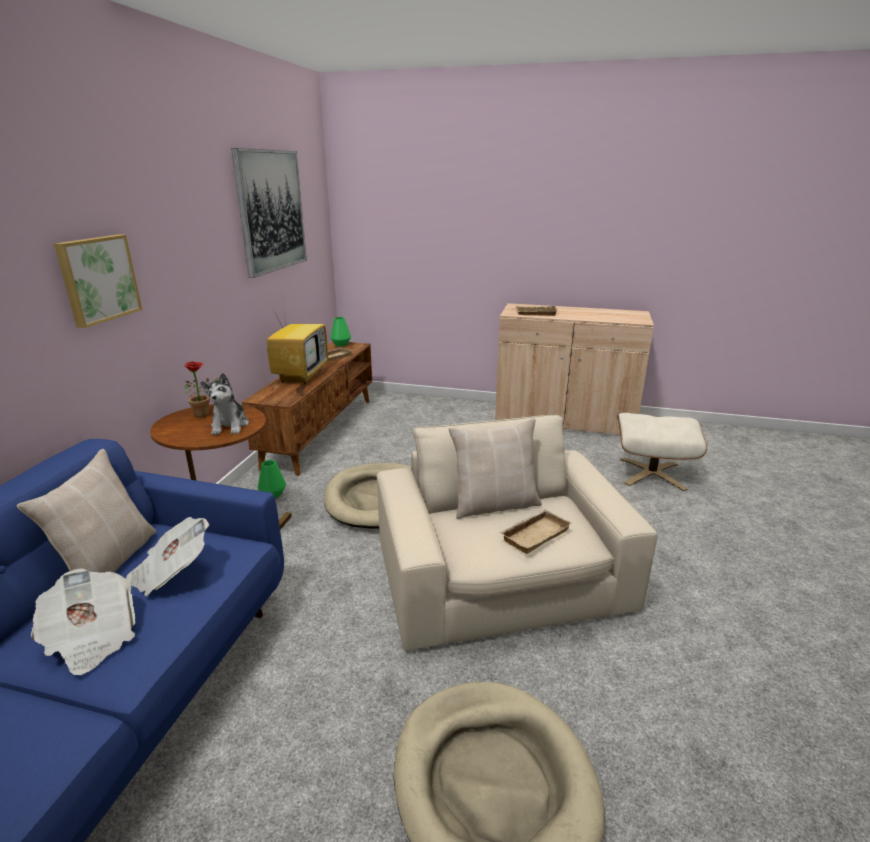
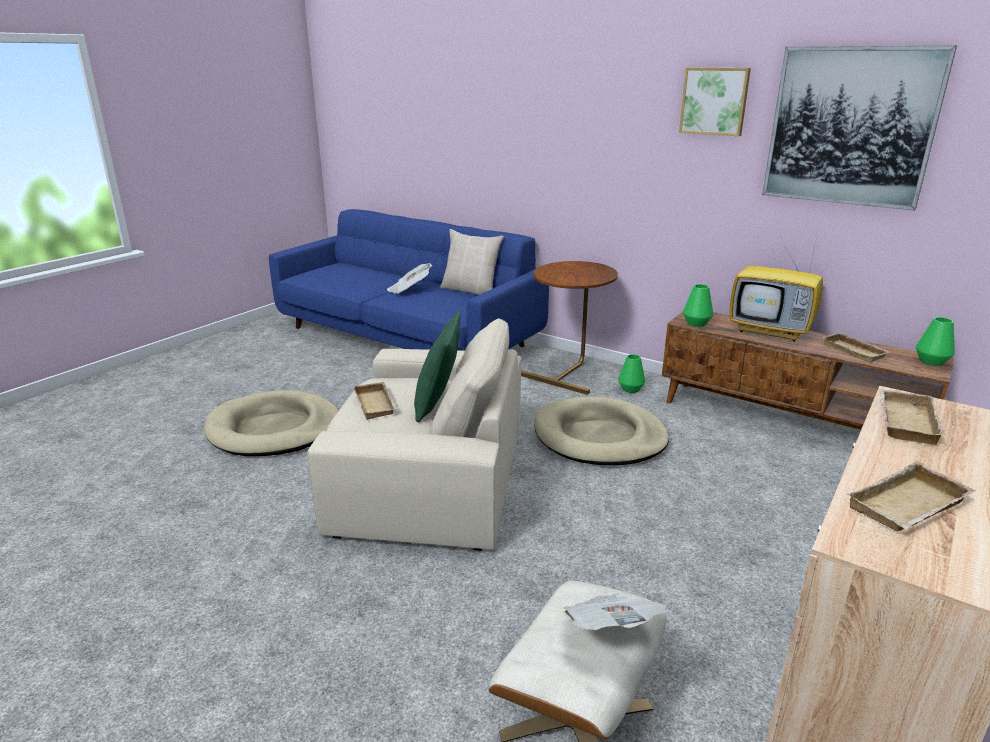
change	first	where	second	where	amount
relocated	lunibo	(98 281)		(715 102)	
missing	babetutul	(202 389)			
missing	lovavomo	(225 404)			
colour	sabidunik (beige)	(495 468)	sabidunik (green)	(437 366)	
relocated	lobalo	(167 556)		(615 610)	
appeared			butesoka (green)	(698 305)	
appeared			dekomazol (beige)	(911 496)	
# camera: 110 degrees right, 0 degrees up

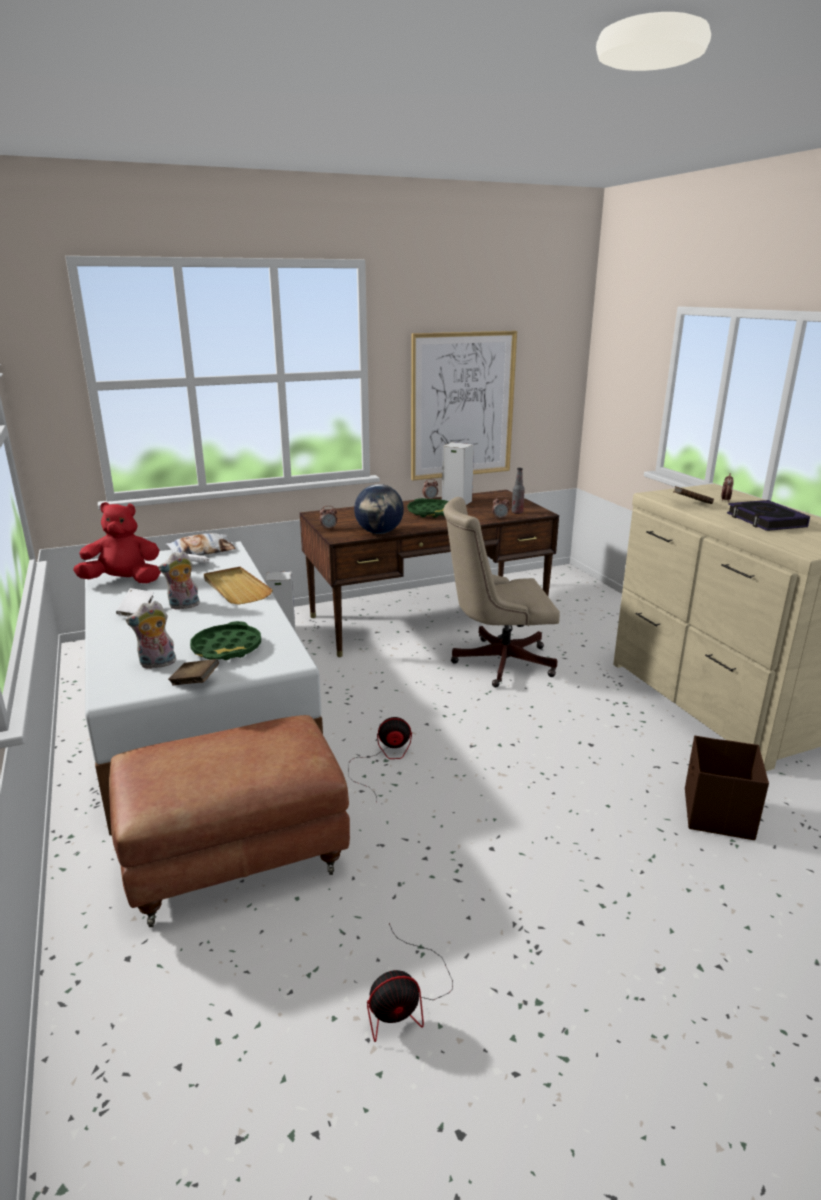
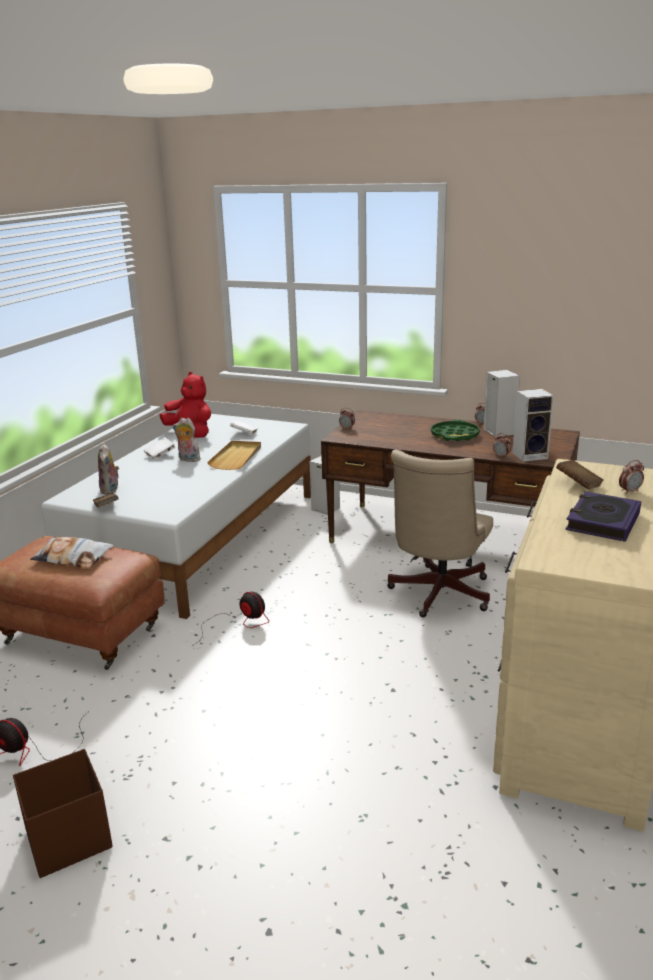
change	first	where	second	where	amount
missing	lunibo	(464 405)			
exchanged	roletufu	(518 491)	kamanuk	(533 425)	
missing	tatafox	(379 509)			
spun	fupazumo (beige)	(501 592)		(440 533)	105 degrees counterclockwise
relocated	sabidunik	(200 544)		(72 552)	
spun	lovavomo	(151 635)		(108 469)	120 degrees counterclockwise
missing	dekomazol (green)	(225 640)			
relocated	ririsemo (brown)	(727 788)		(63 813)	
# camera: 45 degrees right, 0 degrees up

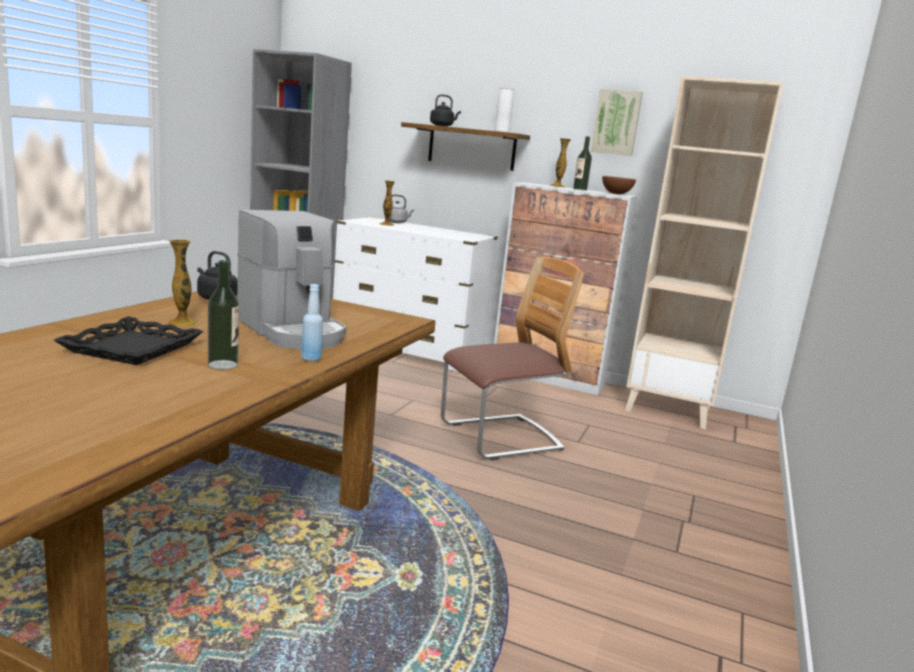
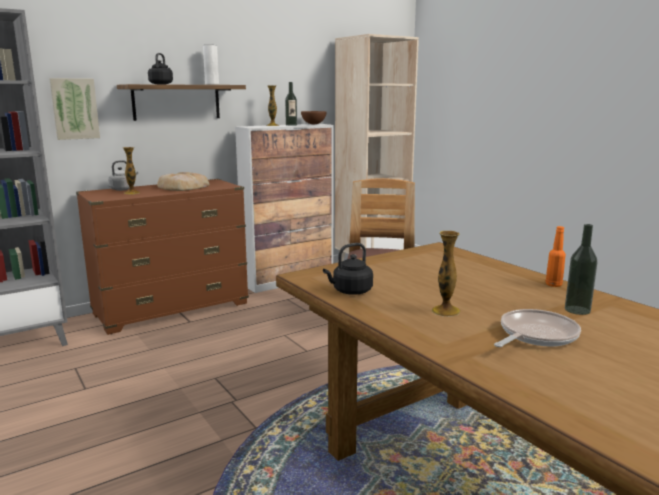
change	first	where	second	where	amount
relocated	lunibo	(617 122)		(74 109)	
missing	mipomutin	(292 280)			
colour	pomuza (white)	(415 294)	pomuza (brown)	(162 257)	
colour	roletufu (blue)	(312 322)	roletufu (orange)	(556 256)	
exchanged	dekomazol (black)	(129 340)	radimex	(537 328)	
appeared			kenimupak	(183 181)	
# camera: 55 degrees left, 0 degrees up

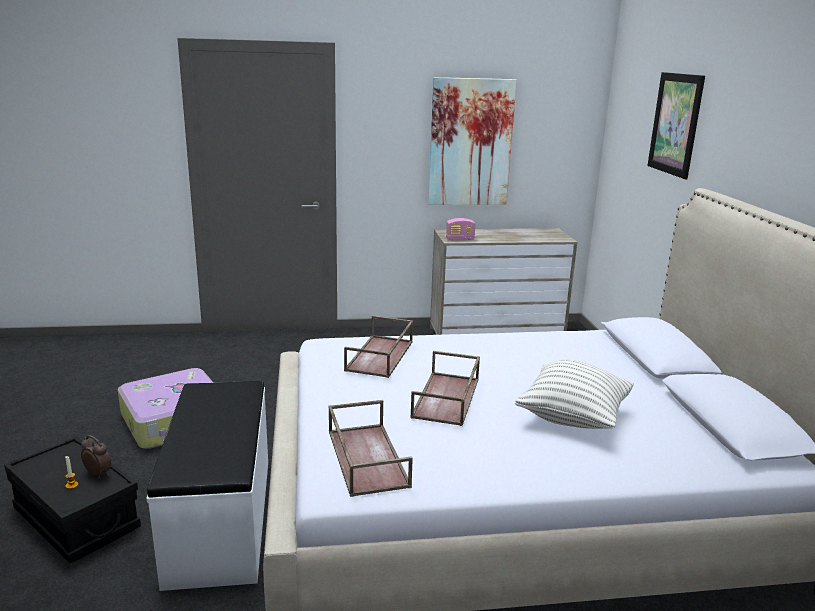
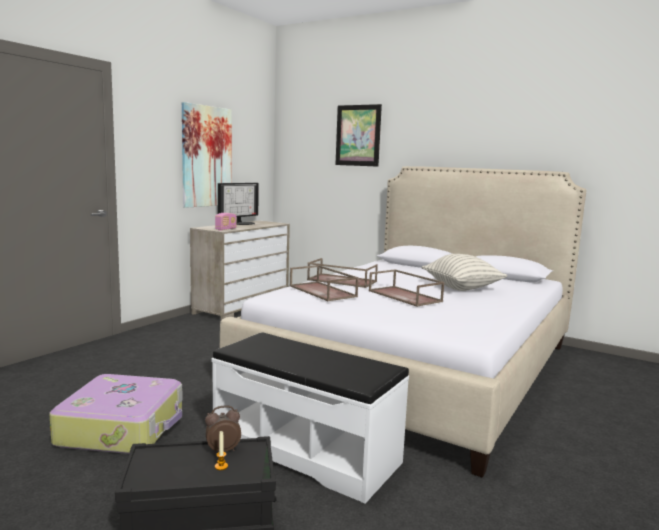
change	first	where	second	where	amount
relocated	dekomazol (brown)	(371 448)		(342 273)	
appeared			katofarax	(238 204)	
# camera: 50 degrees left, 10 degrees down

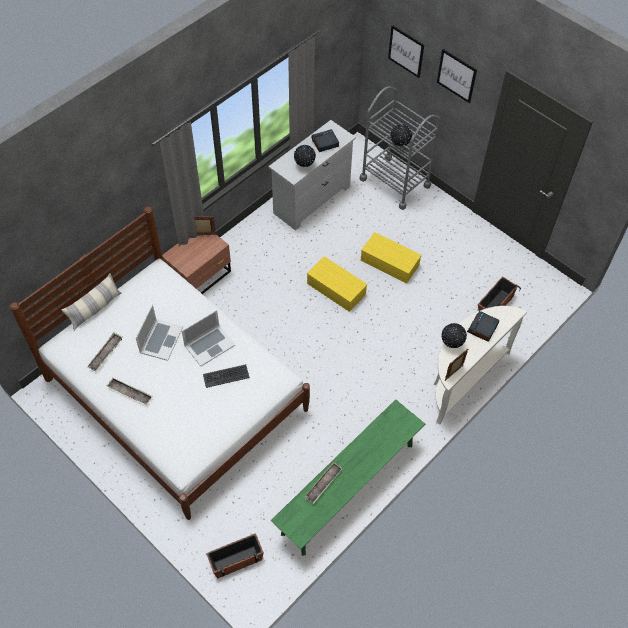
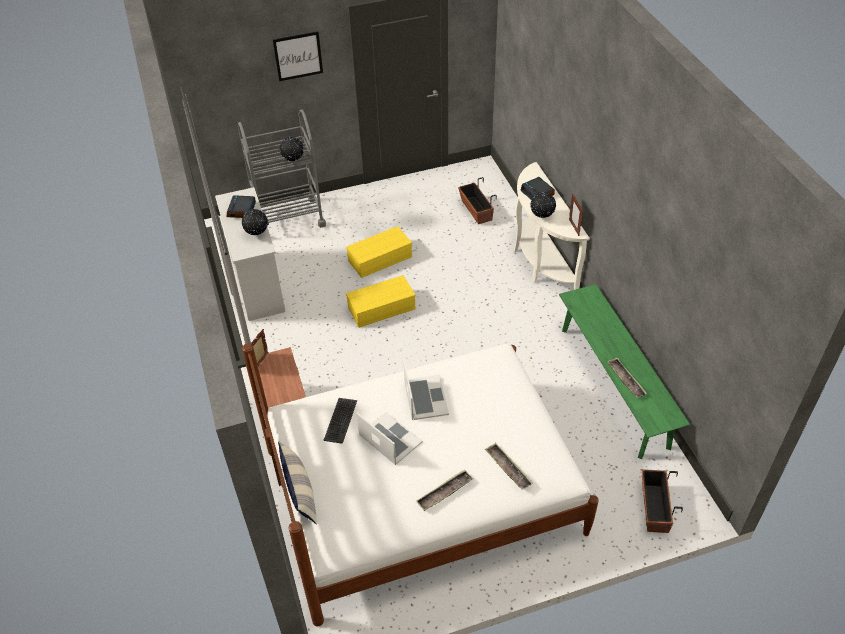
change	first	where	second	where	amount
missing	lunibo	(406 51)			
relocated	dekomazol	(104 352)		(509 466)	
relocated	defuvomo	(226 376)		(340 421)	
# camera: 60 degrees left, 10 degrees down

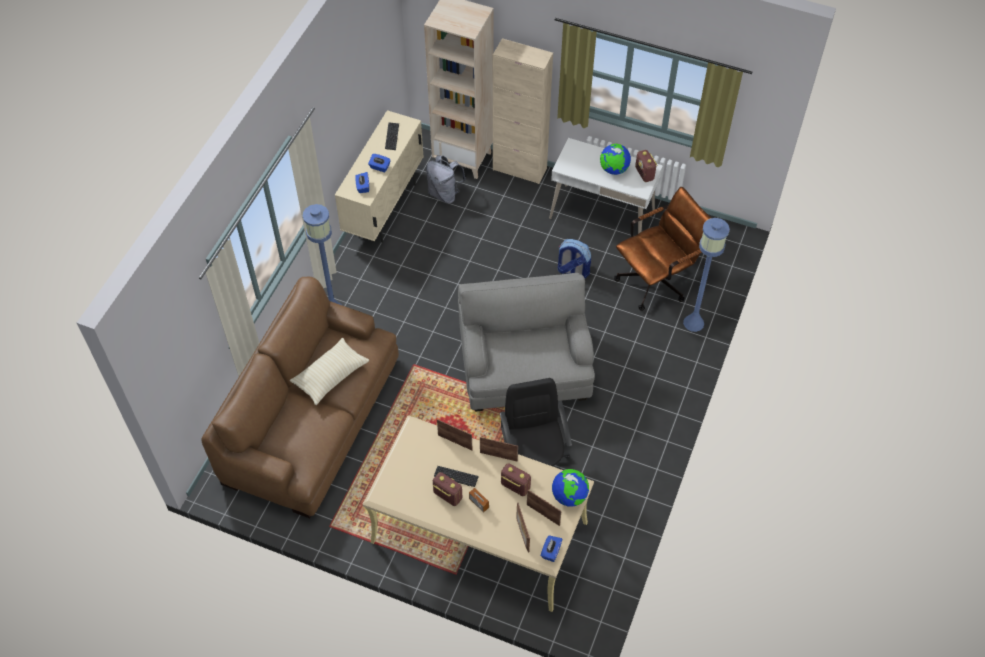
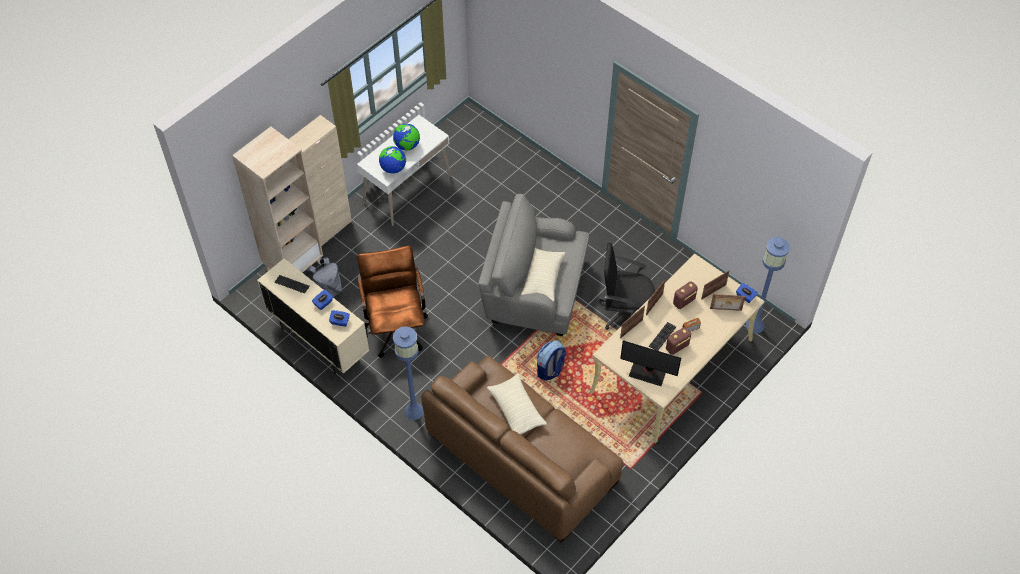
change	first	where	second	where	amount
missing	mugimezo	(646 166)			
relocated	fupazumo (brown)	(662 249)		(392 301)	
relocated	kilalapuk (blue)	(706 275)		(768 285)	
relocated	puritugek	(574 258)		(551 360)	
relocated	tatafox	(570 488)		(392 160)	
appeared			sabidunik (beige)	(543 275)	
appeared			katofarax	(650 363)	
# camera: 70 degrees left, 0 degrees up

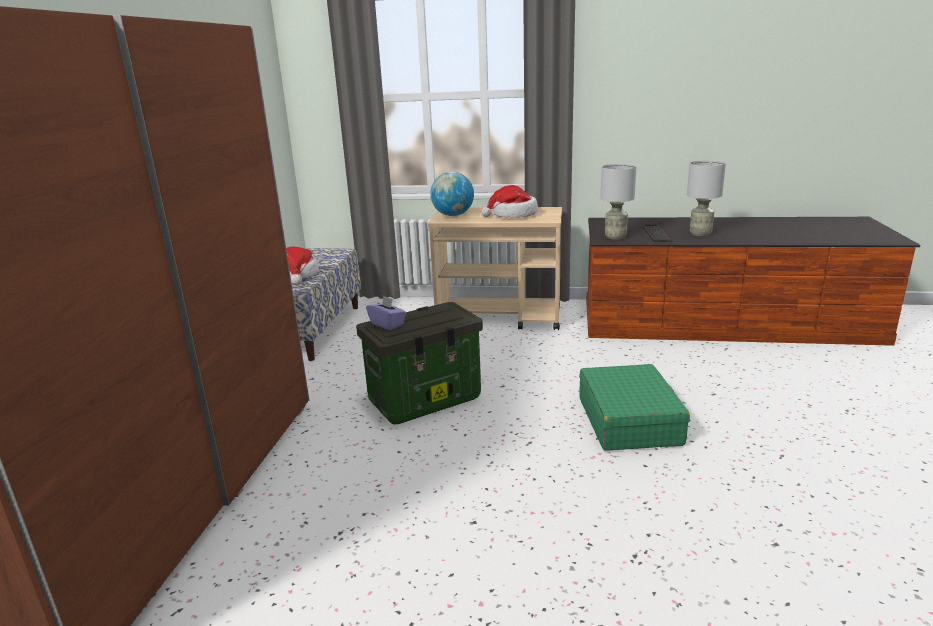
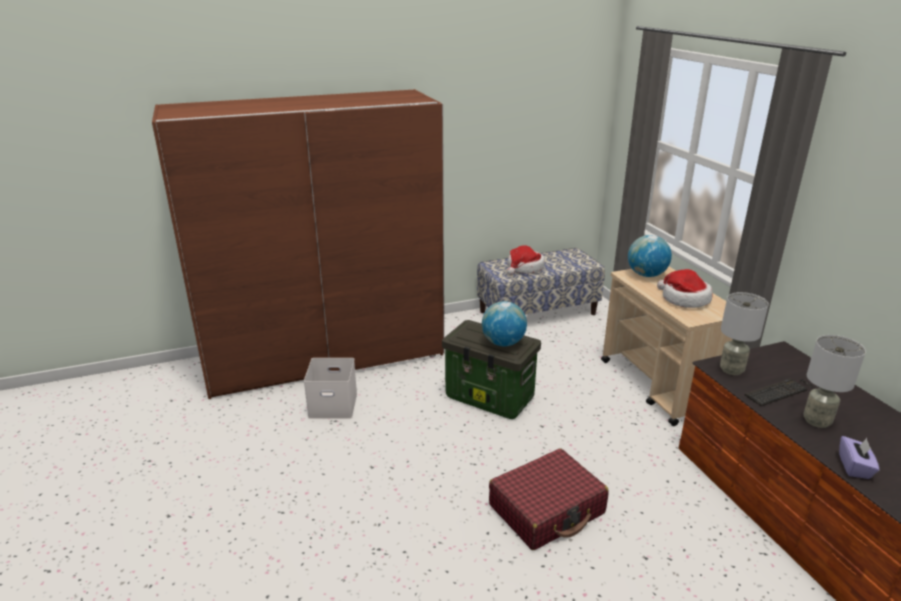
change	first	where	second	where	amount
relocated	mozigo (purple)	(386 313)		(859 457)	
colour	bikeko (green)	(634 407)	bikeko (red)	(548 499)	
appeared			tatafox	(504 323)	
appeared			ririsemo (white)	(330 388)	
# camera: 60 degrees right, 5 degrees up

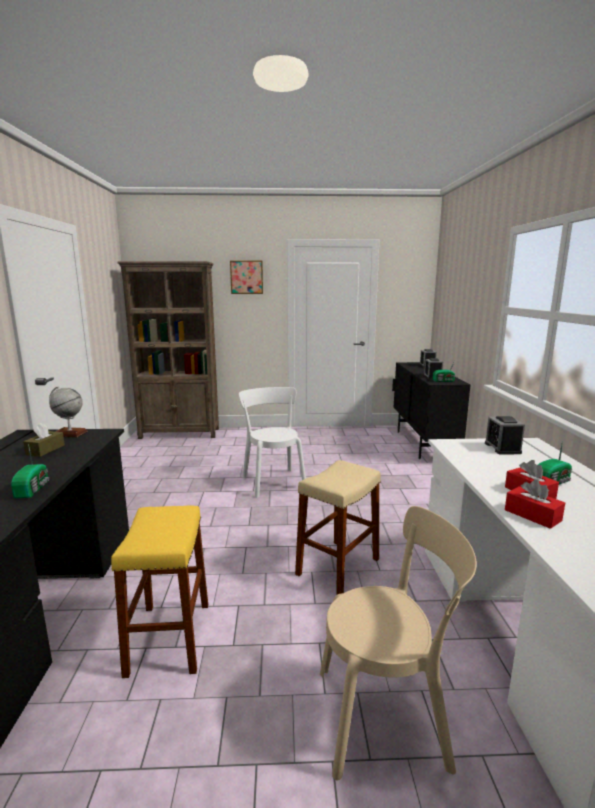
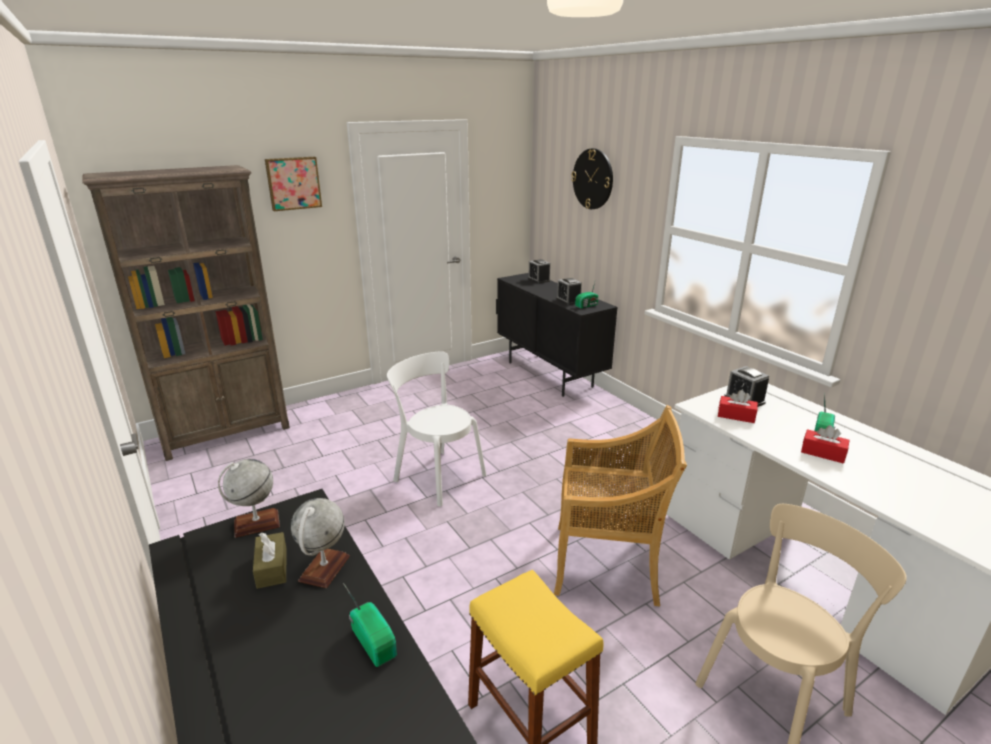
change	first	where	second	where	amount
exchanged	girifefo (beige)	(338 527)	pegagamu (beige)	(620 505)	
relocated	mozigo (red)	(535 504)		(738 406)	
appeared			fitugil	(592 178)	
appeared			tatafox	(320 543)	
# camera: 30 degrees left, 10 degrees up

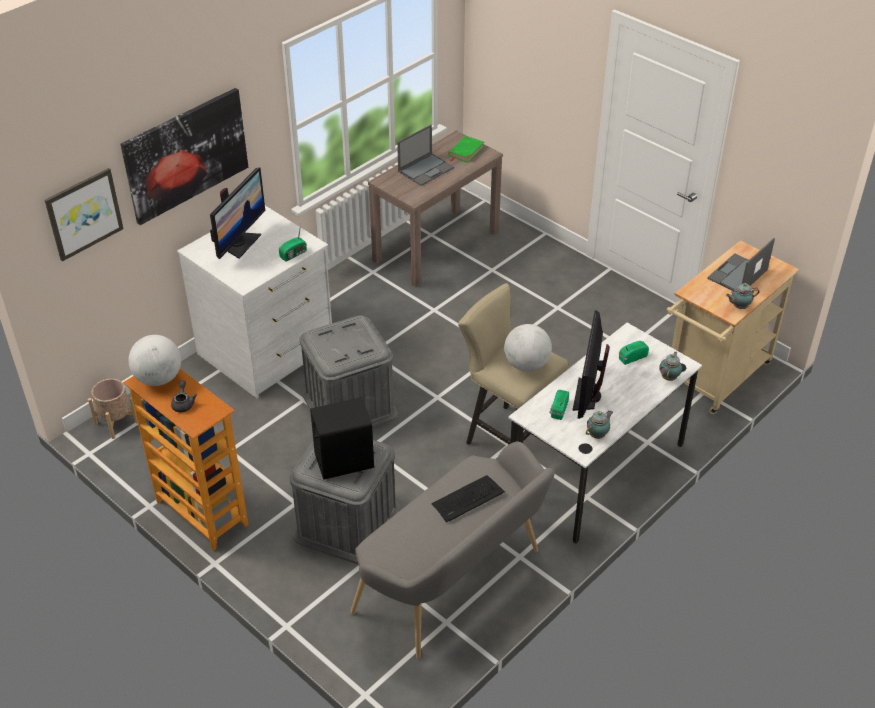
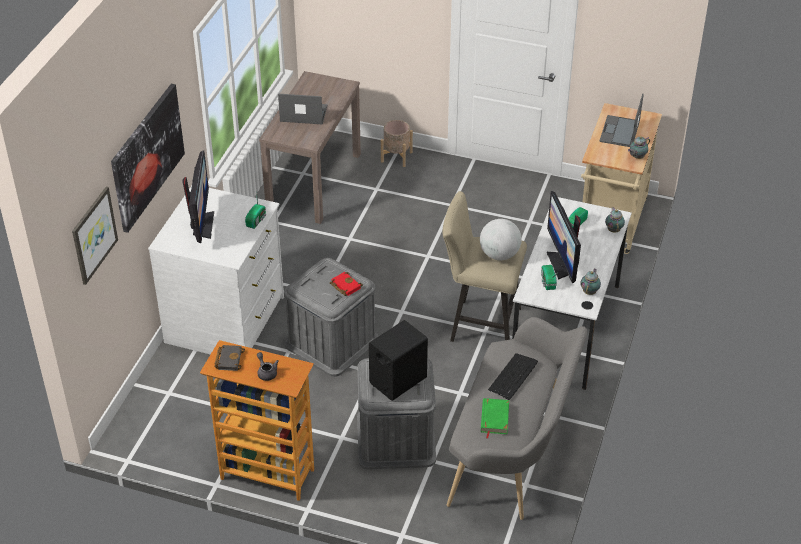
change	first	where	second	where	amount
spun	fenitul	(425 155)		(302 109)	105 degrees counterclockwise
relocated	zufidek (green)	(466 149)		(495 418)	
exchanged	tatafox	(155 360)	zufidek (black)	(229 358)	
relocated	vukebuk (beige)	(113 409)		(397 143)	
appeared			zufidek (red)	(346 284)	
# camera: 25 degrees left, 0 degrees up

